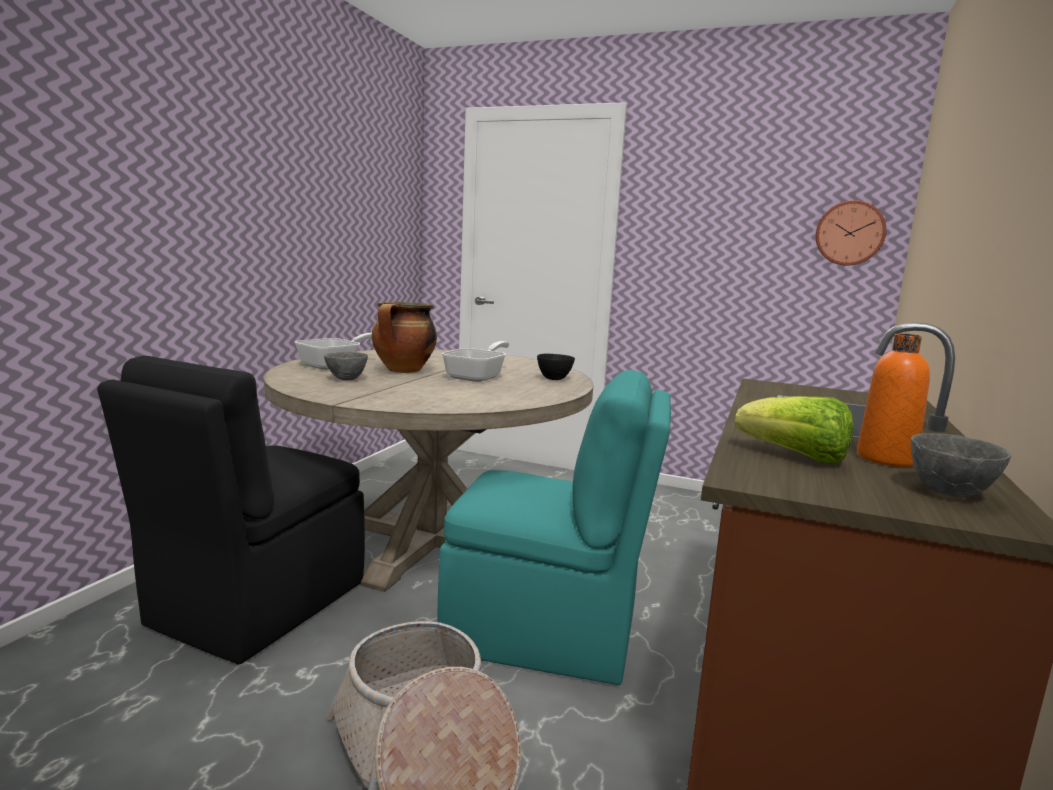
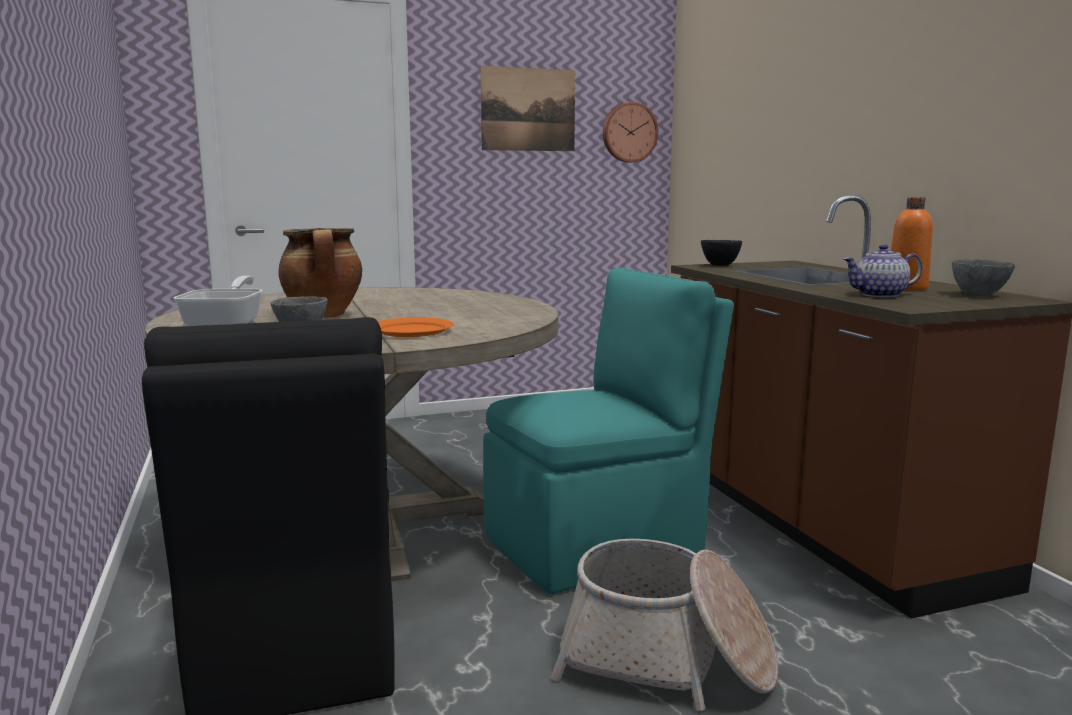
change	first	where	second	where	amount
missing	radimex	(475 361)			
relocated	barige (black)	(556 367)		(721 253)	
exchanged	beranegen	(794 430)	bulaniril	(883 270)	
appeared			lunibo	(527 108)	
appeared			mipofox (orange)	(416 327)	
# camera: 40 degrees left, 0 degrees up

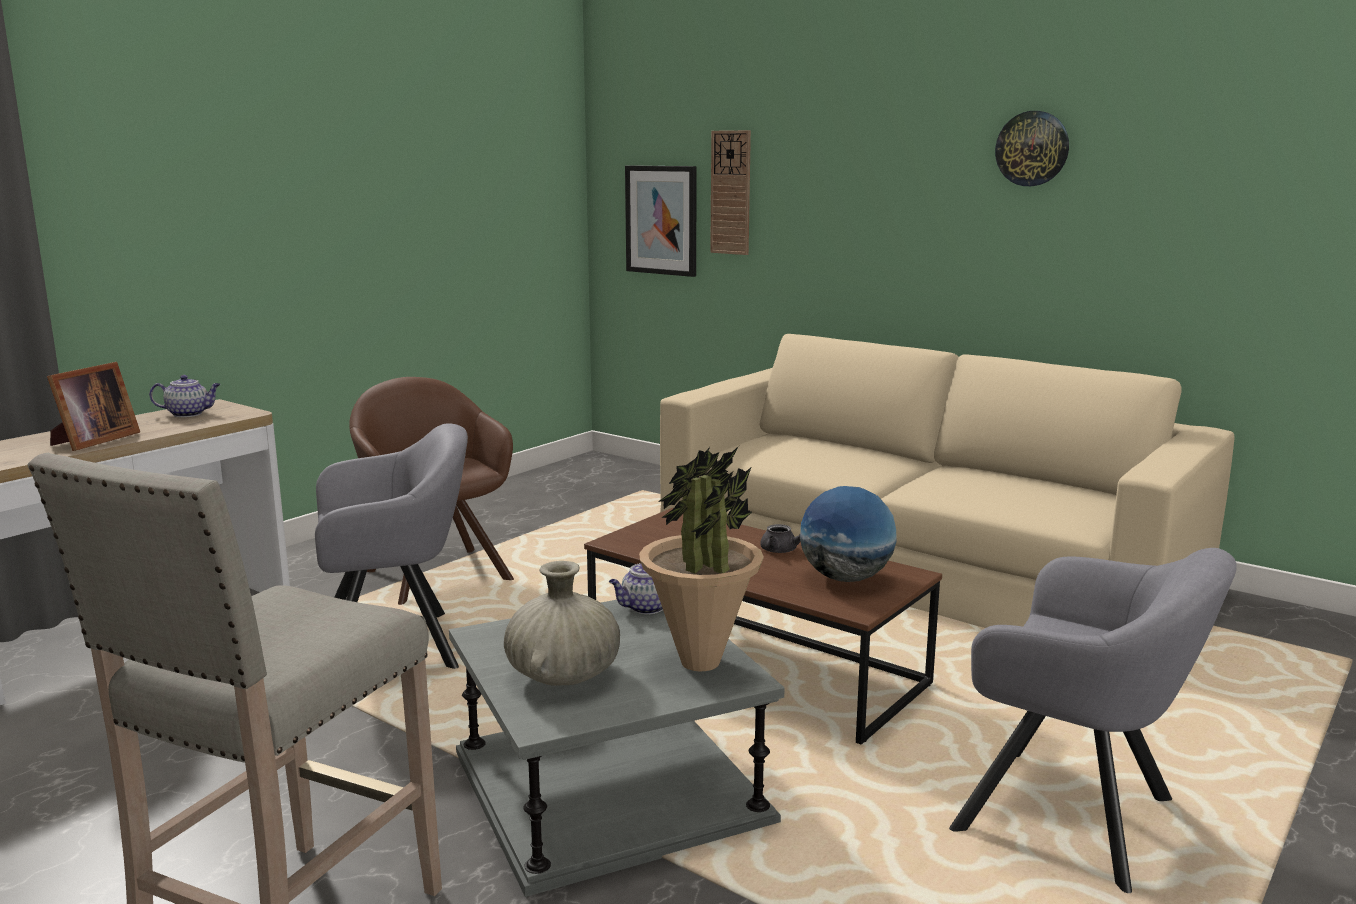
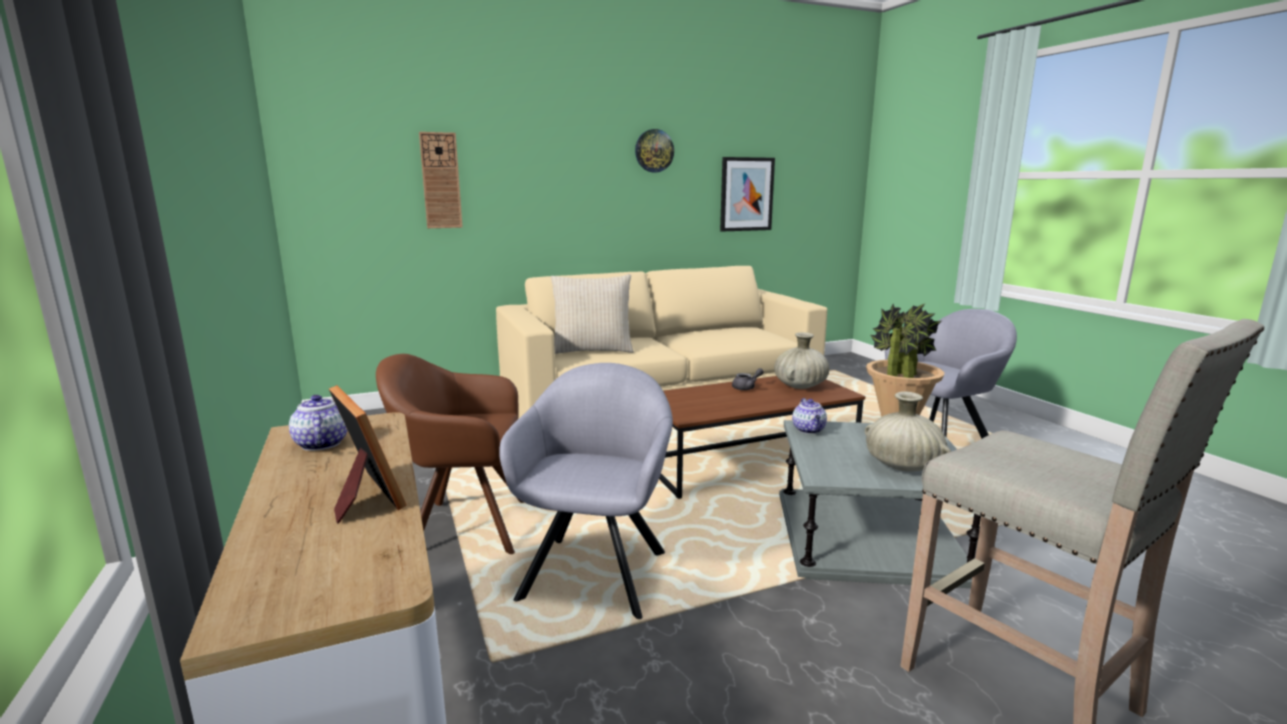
change	first	where	second	where	amount
relocated	lunibo	(661 221)		(747 194)	
spun	bulaniril	(185 396)		(318 423)	45 degrees counterclockwise
exchanged	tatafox	(848 534)	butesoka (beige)	(801 360)	
appeared			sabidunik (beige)	(592 314)	
# camera: 60 degrees left, 0 degrees up

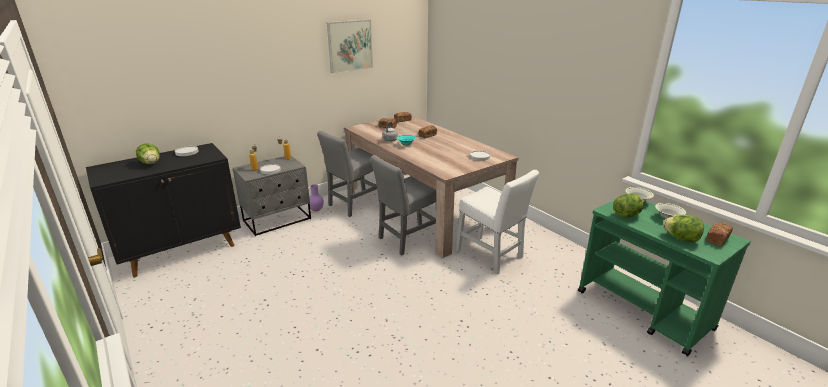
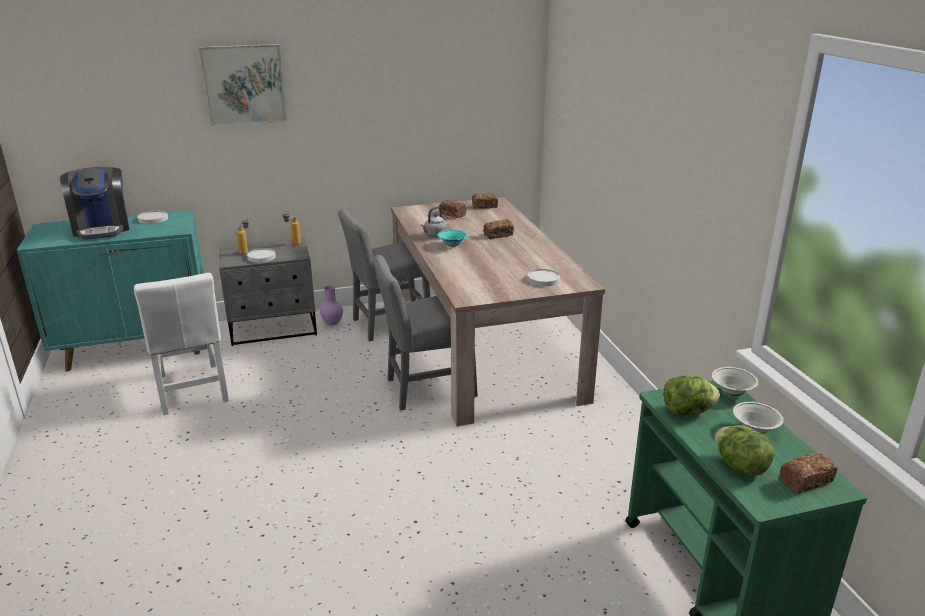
change	first	where	second	where	amount
relocated	lunibo	(350 46)		(243 85)	
colour	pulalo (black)	(163 210)	pulalo (turquoise)	(110 291)	
exchanged	beranegen	(148 153)	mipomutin	(94 203)	
relocated	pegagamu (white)	(497 222)		(181 344)	
# camera: 20 degrees right, 0 degrees up

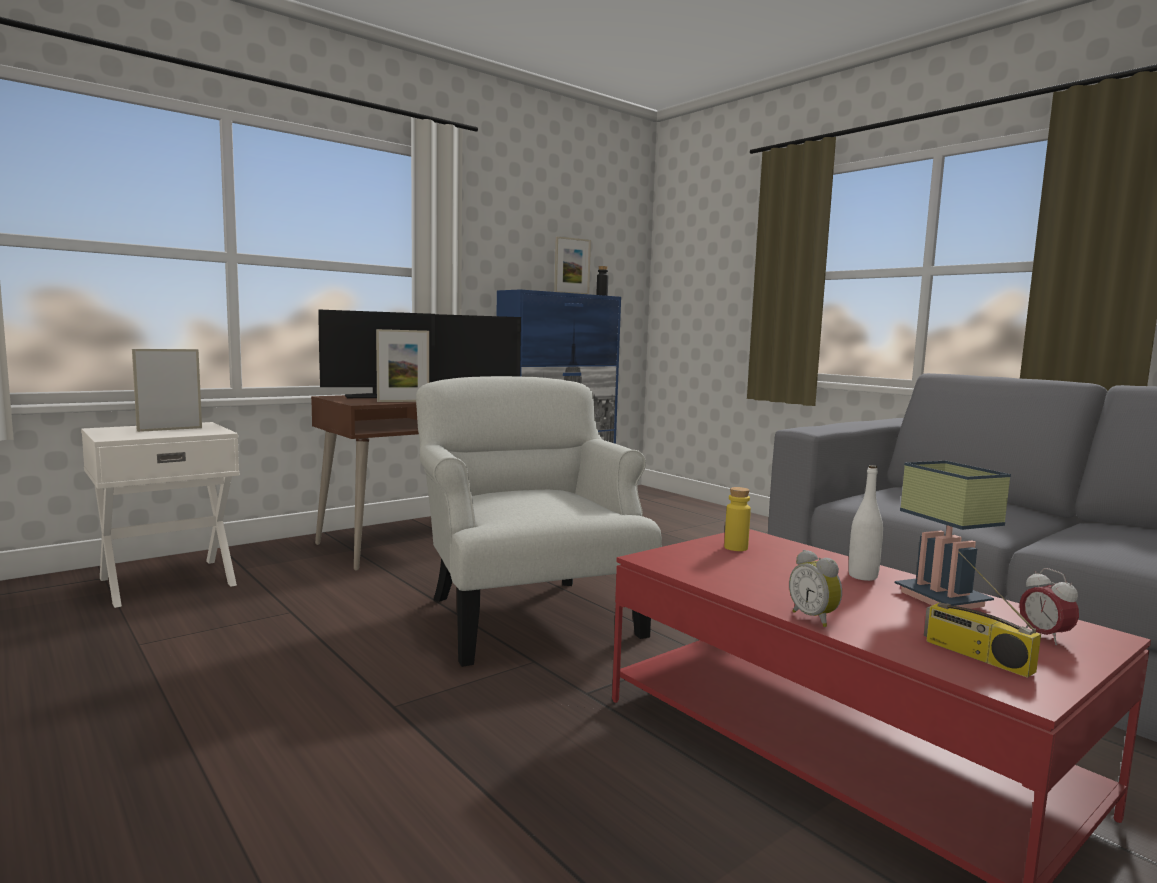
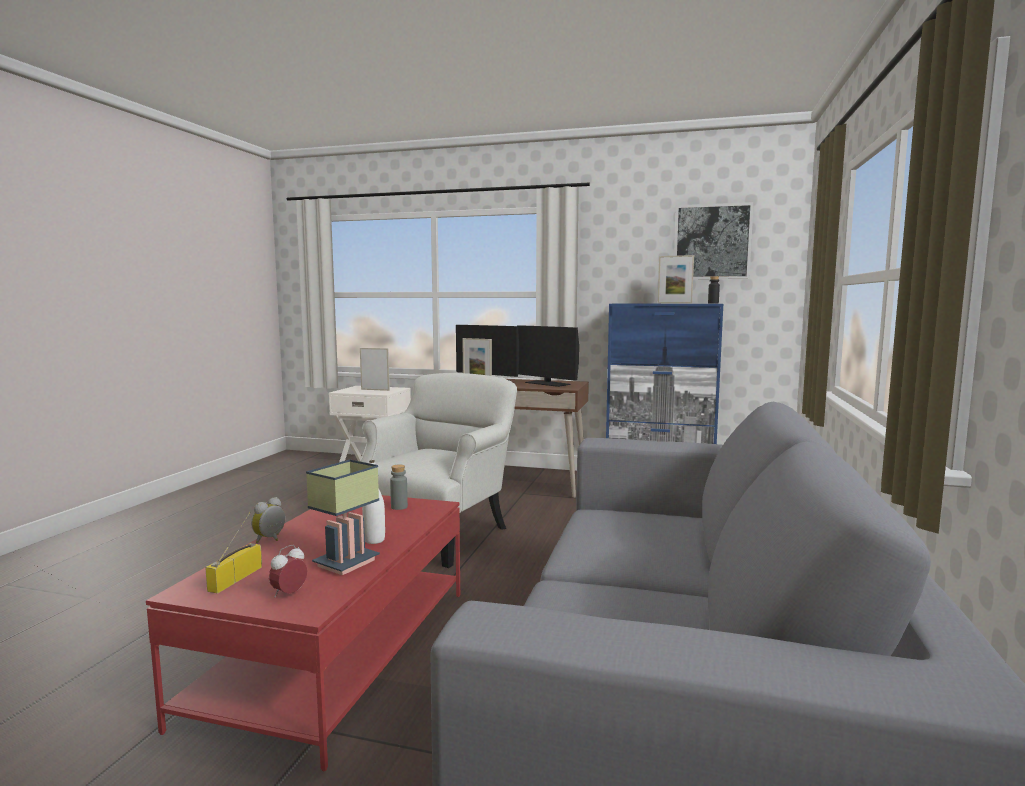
change	first	where	second	where	amount
colour	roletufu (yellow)	(737 519)	roletufu (grey)	(399 487)	
appeared			lunibo	(714 240)	
# camera: 55 degrees right, 0 degrees up

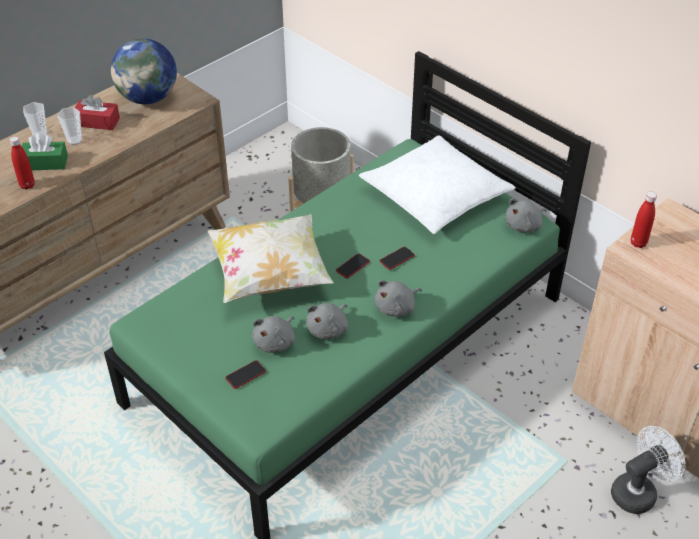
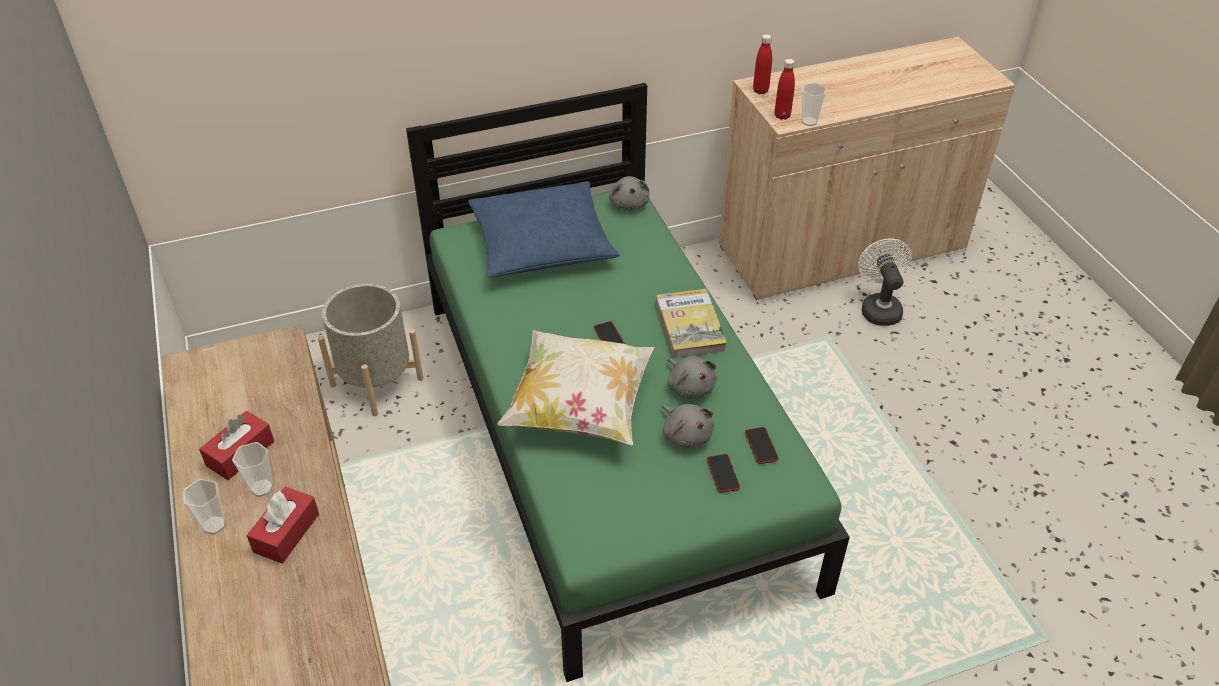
change	first	where	second	where	amount
missing	tatafox	(144 71)			
colour	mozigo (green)	(44 151)	mozigo (red)	(282 525)	
colour	sabidunik (white)	(437 184)	sabidunik (blue)	(544 229)	
relocated	roletufu (red)	(22 163)		(762 64)	
relocated	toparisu	(397 258)		(762 445)	
exchanged	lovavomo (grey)	(398 298)	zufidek	(691 323)	
appeared			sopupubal	(814 104)	
# camera: 65 degrees left, 0 degrees up

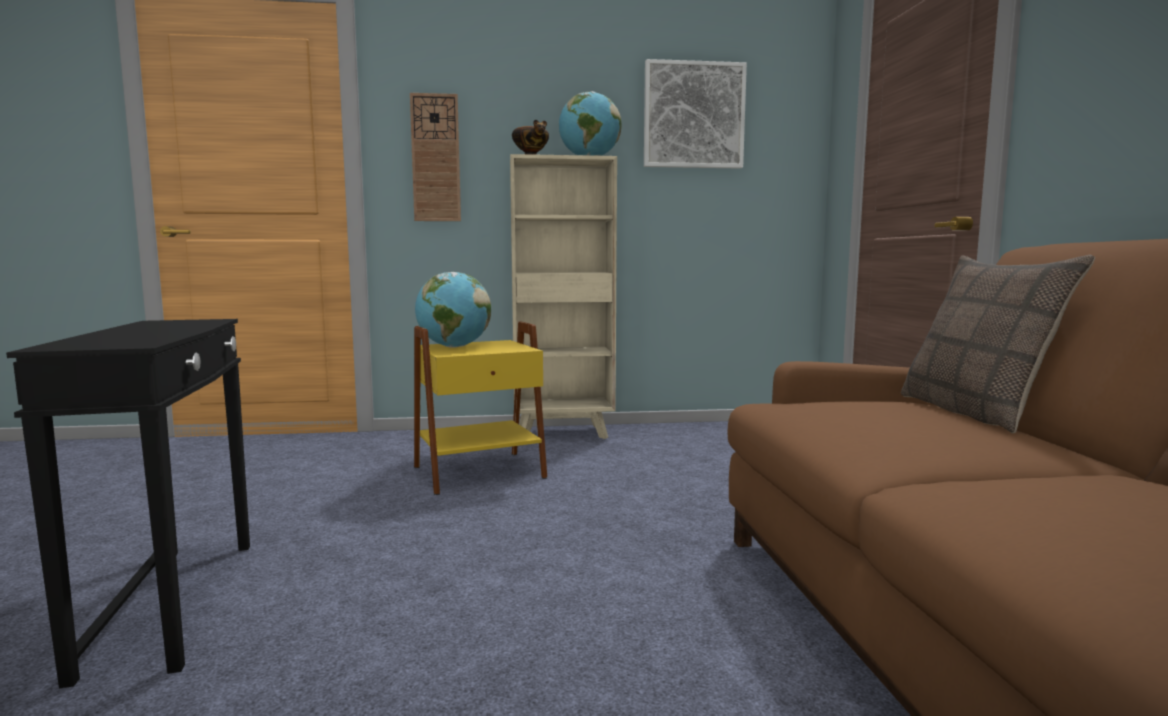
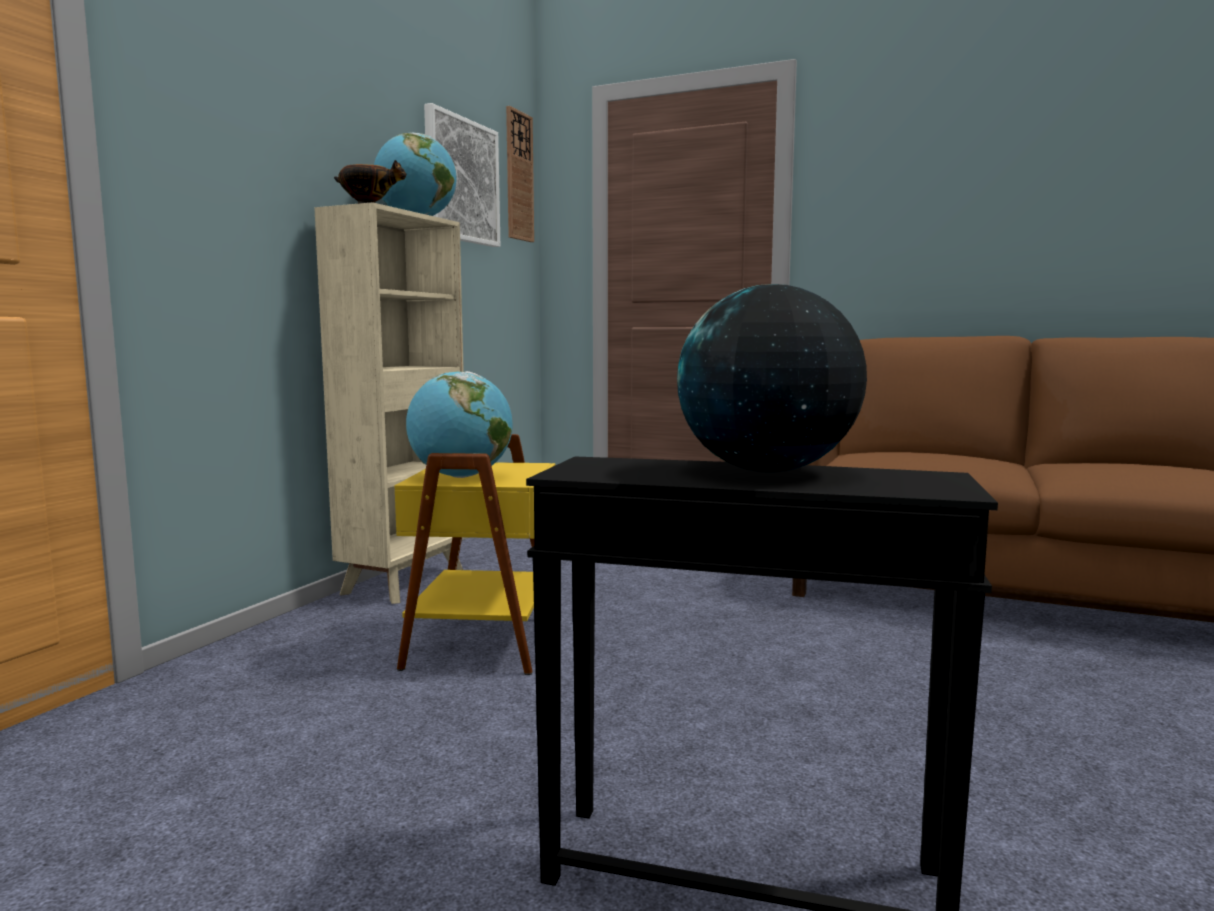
change	first	where	second	where	amount
relocated	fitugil	(435 157)		(520 174)	
missing	sabidunik	(998 344)			
appeared			tatafox	(772 378)	
# camera: 60 degrees left, 0 degrees up

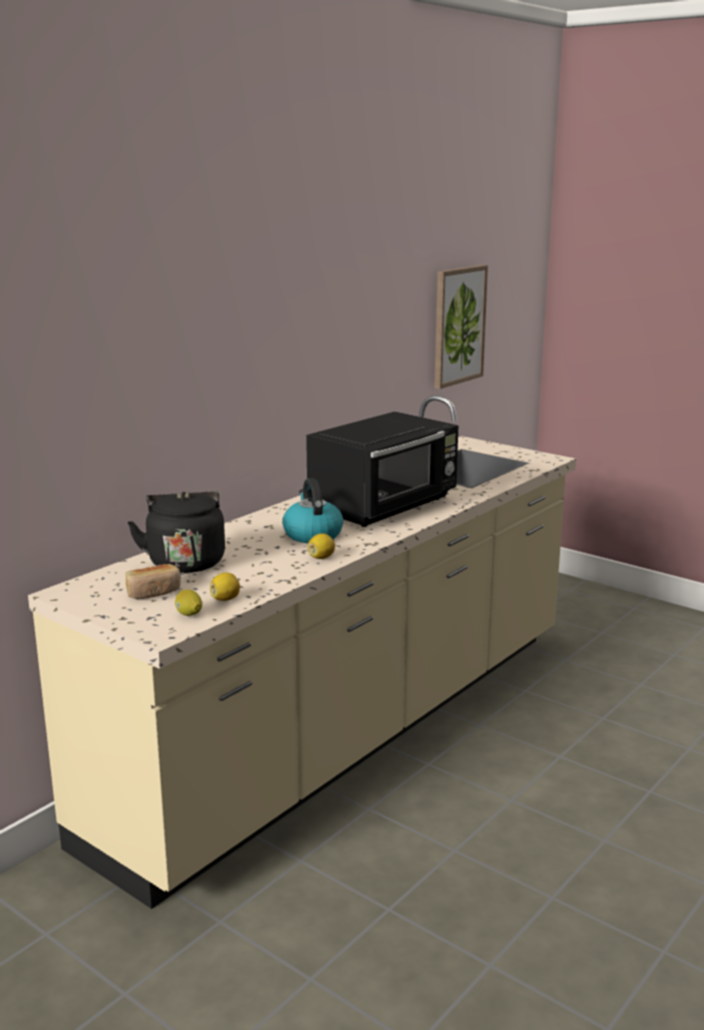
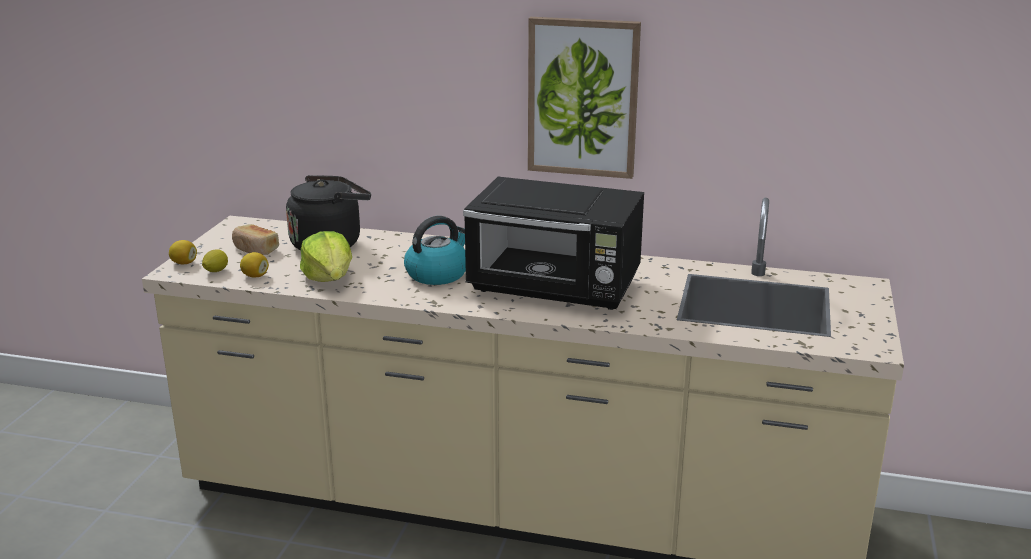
change	first	where	second	where	amount
relocated	lunibo	(461 327)		(584 98)	
relocated	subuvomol	(321 546)		(183 252)	
appeared			beranegen	(326 256)	
# camera: 65 degrees right, 5 degrees up

